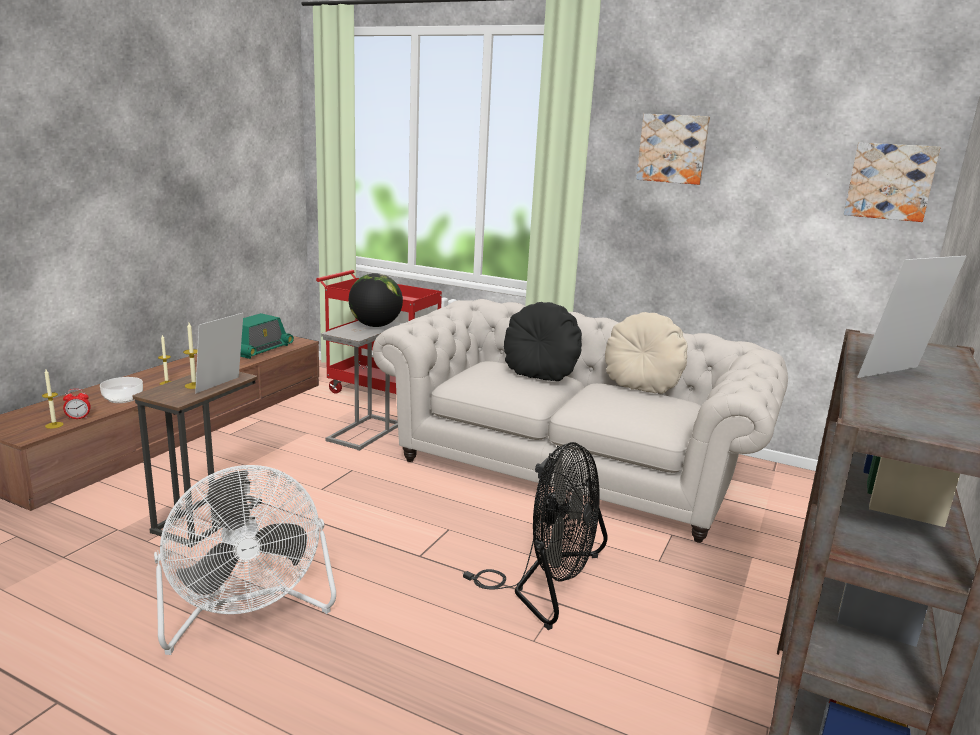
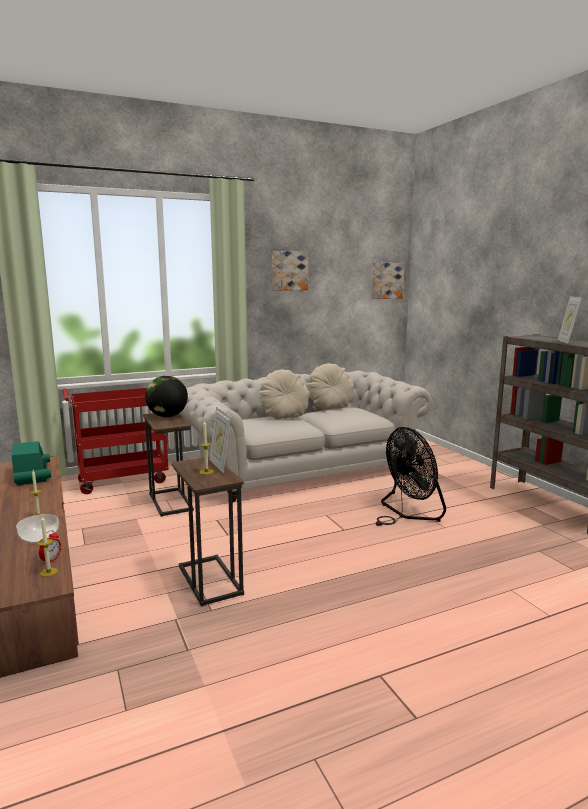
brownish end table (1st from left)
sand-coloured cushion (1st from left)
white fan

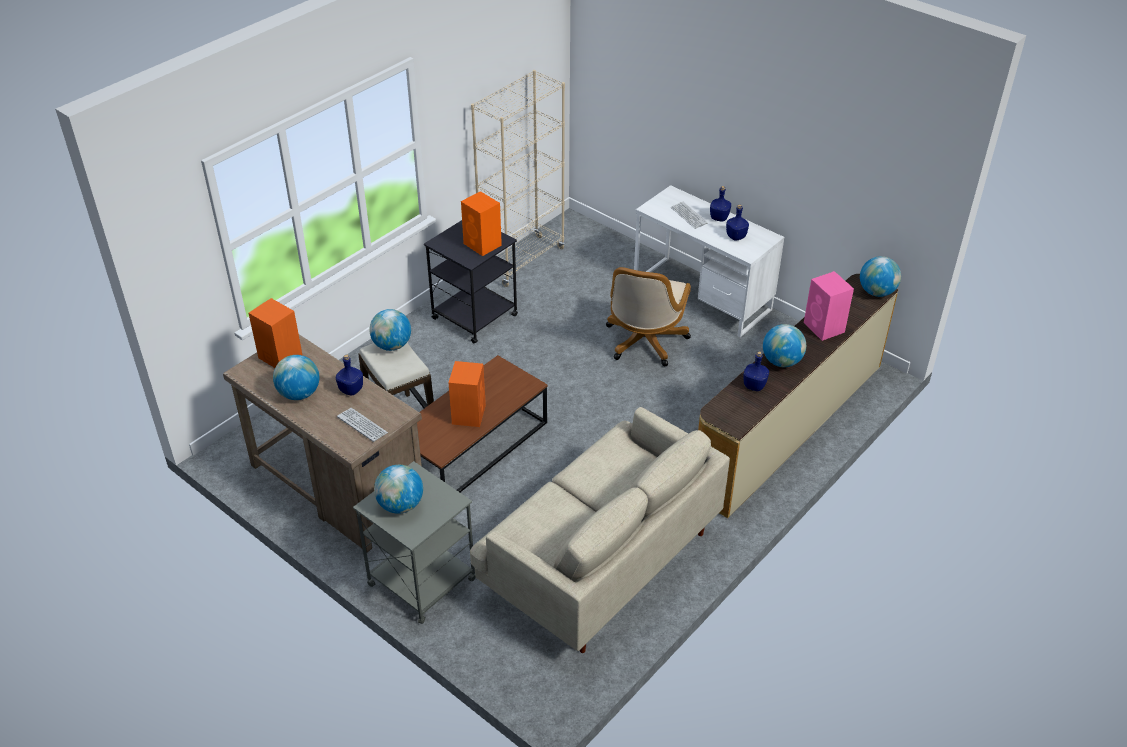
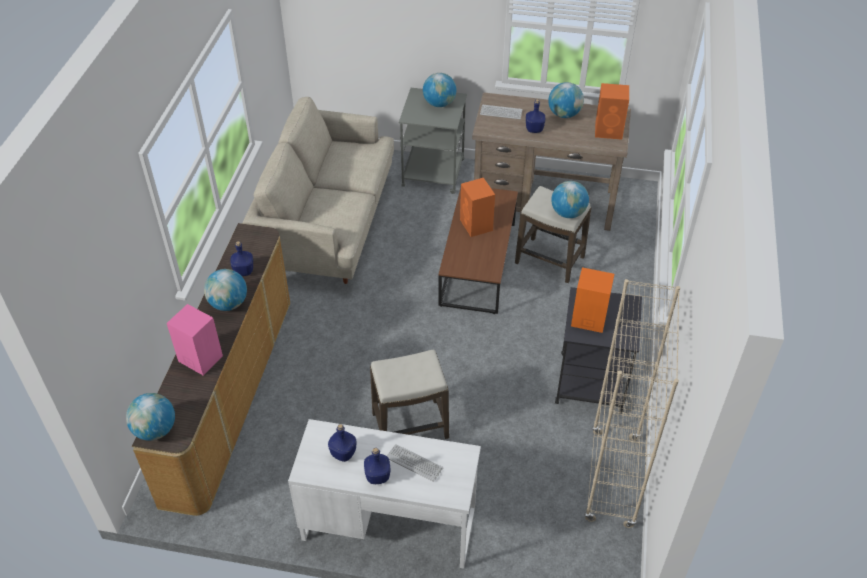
sitting stool (1st from left)

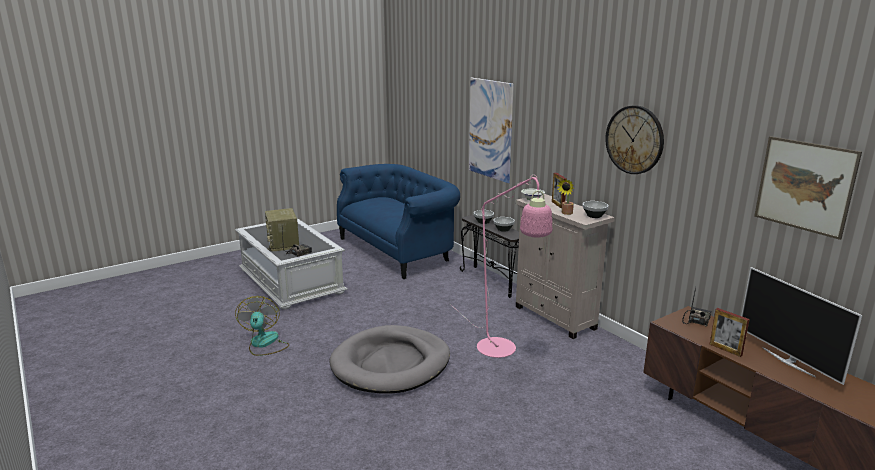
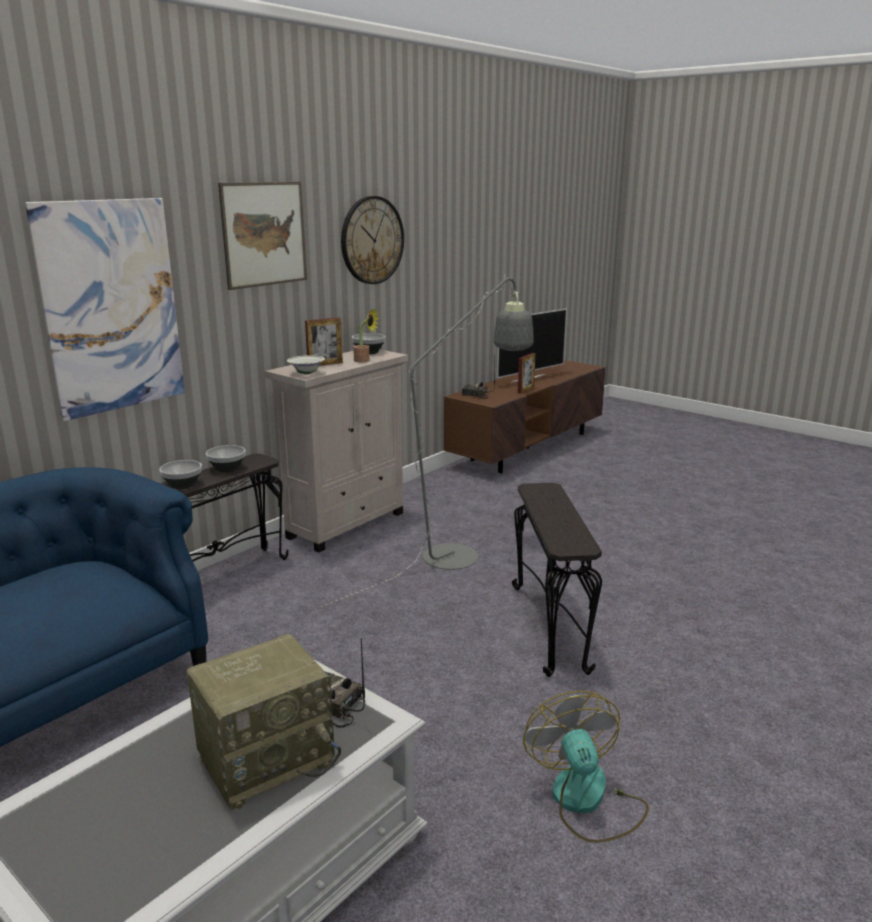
wall art (2nd from left)
grey standing lamp
black-coloured end table (2nd from left)
fan

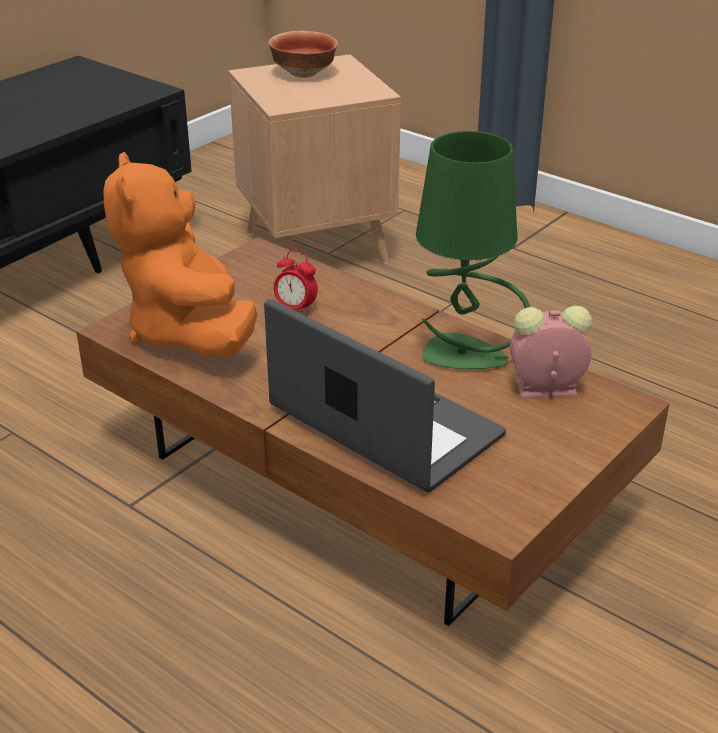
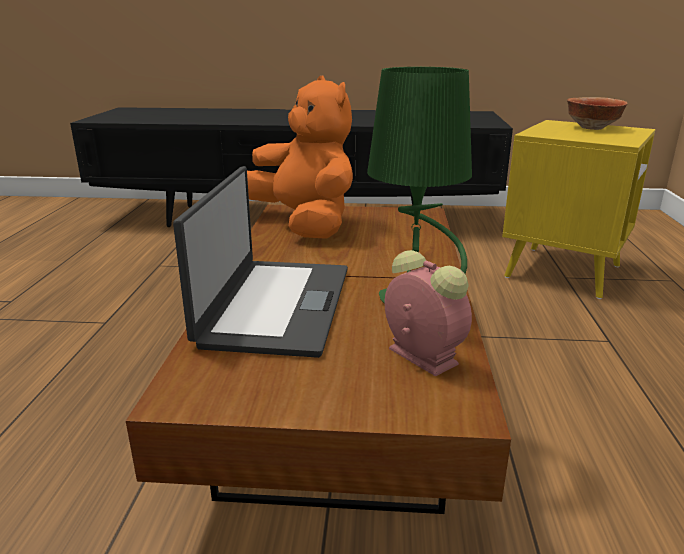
orange-coloured cuddly toy
yellow-coloured end table
table clock (1st from left in the first image)

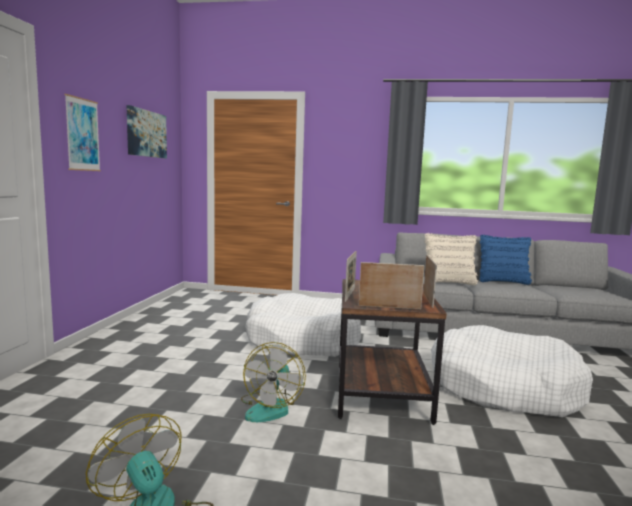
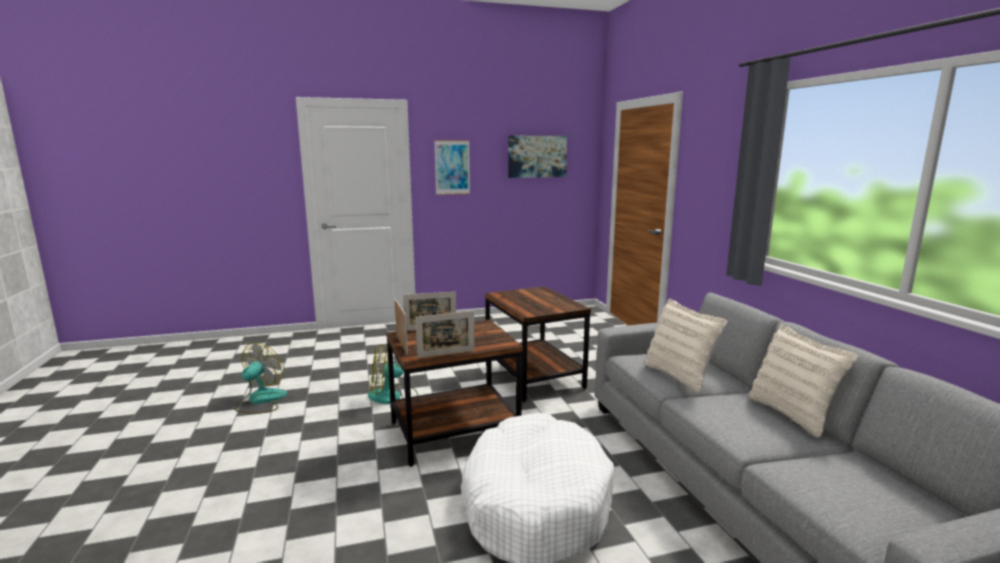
brownish end table (2nd from left)
sand-coloured cushion (2nd from left)

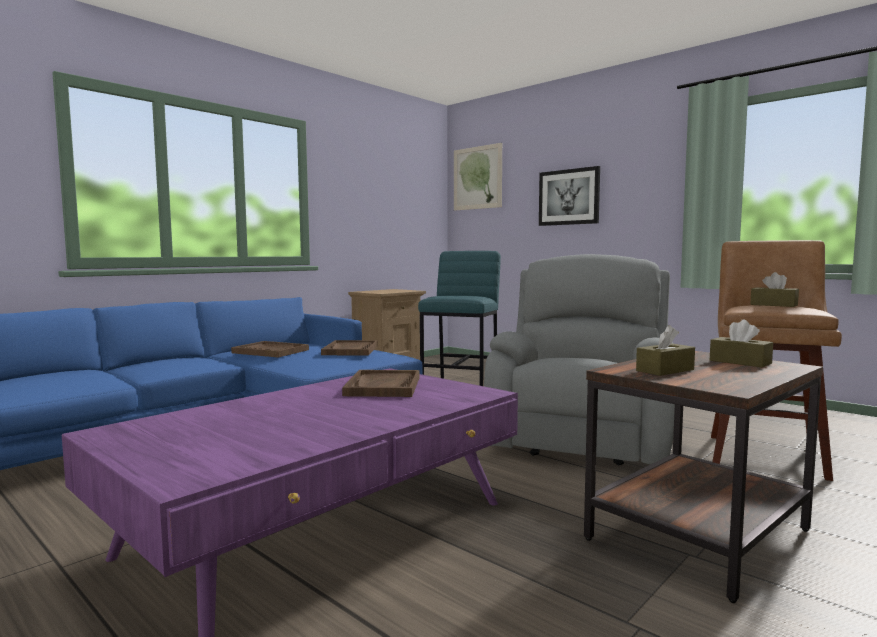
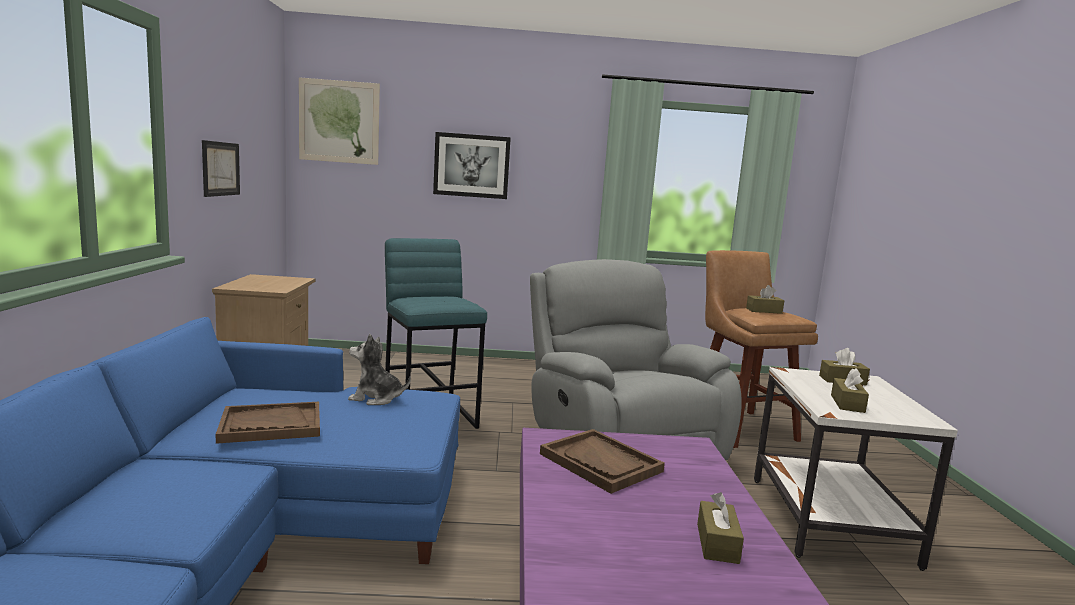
wall art (1st from left)
cuddly toy
brownish tissue holder (1st from left)
white end table

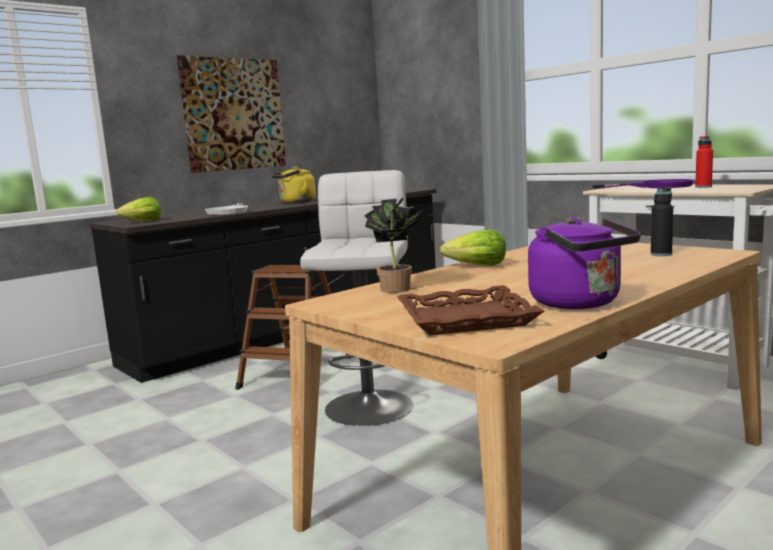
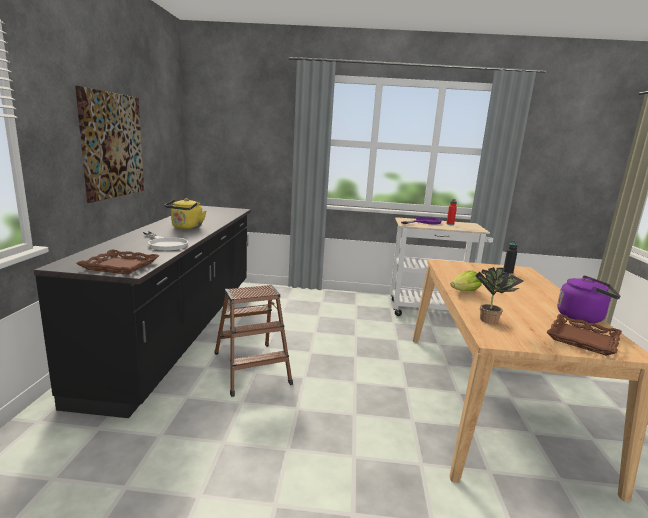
brownish serving tray (1st from left)
white sitting stool

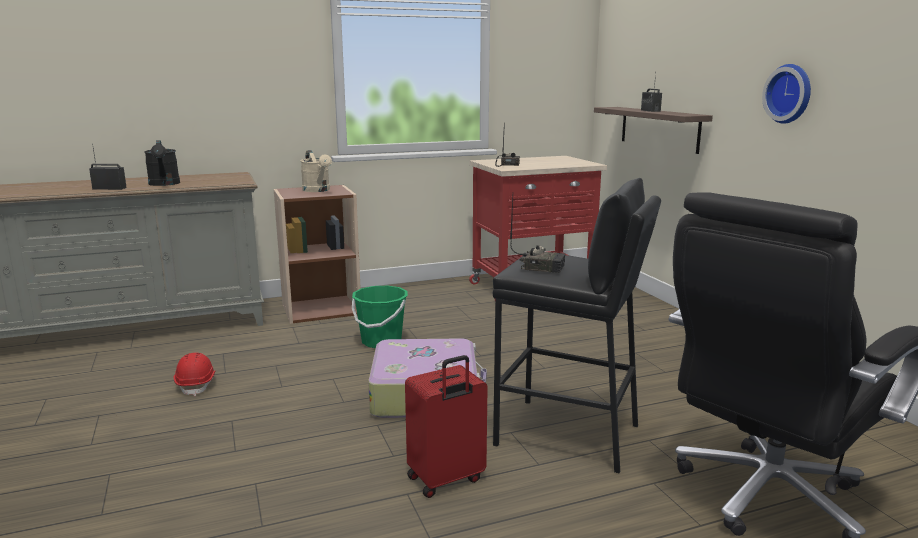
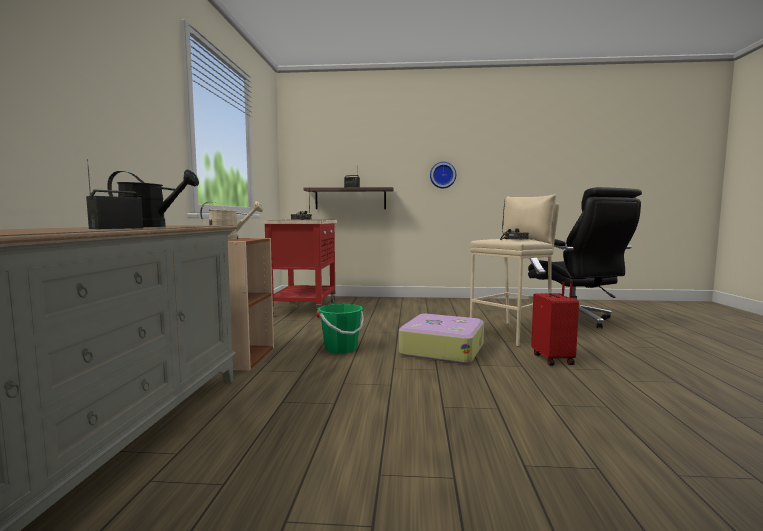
sand-coloured sitting stool
red-coloured safety helmet

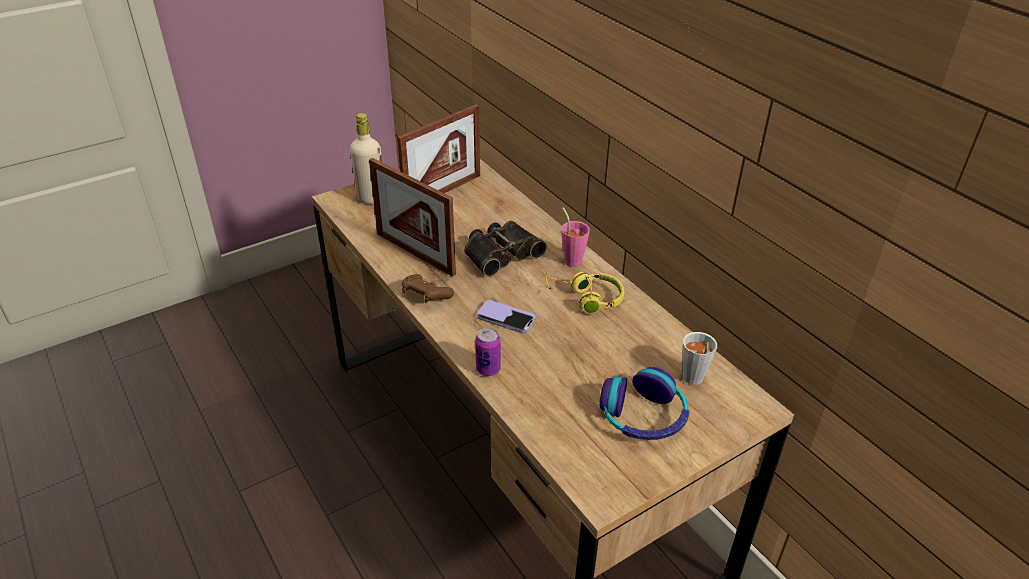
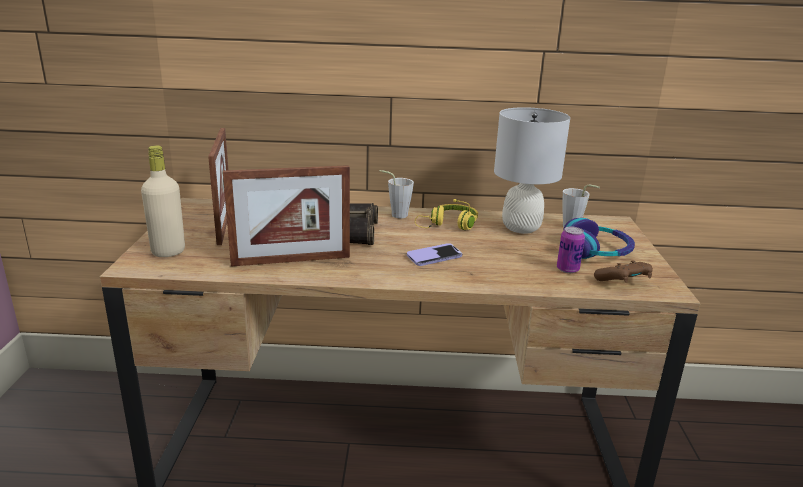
grey cup (1st from left)
grey table lamp
can
brownish game controller

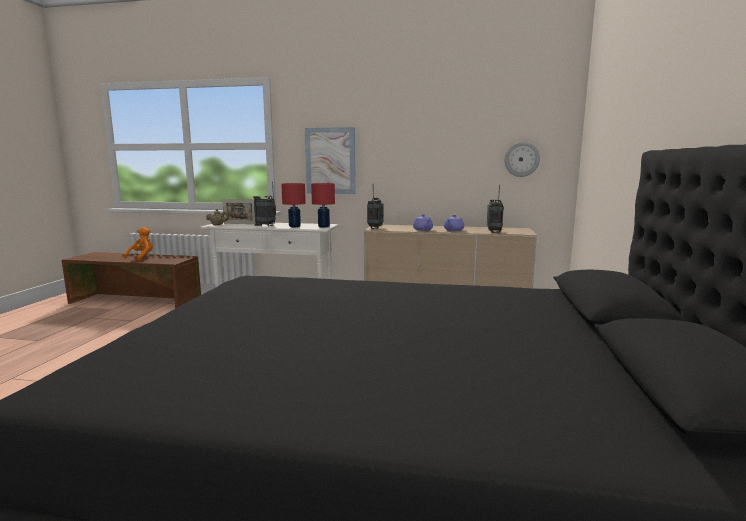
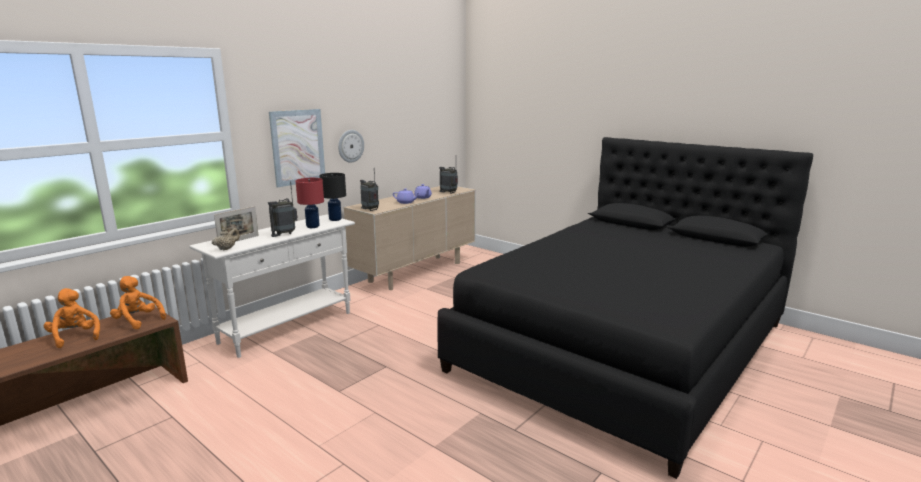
orange-coloured cuddly toy (2nd from left)
black-coloured table lamp
clock on the wall

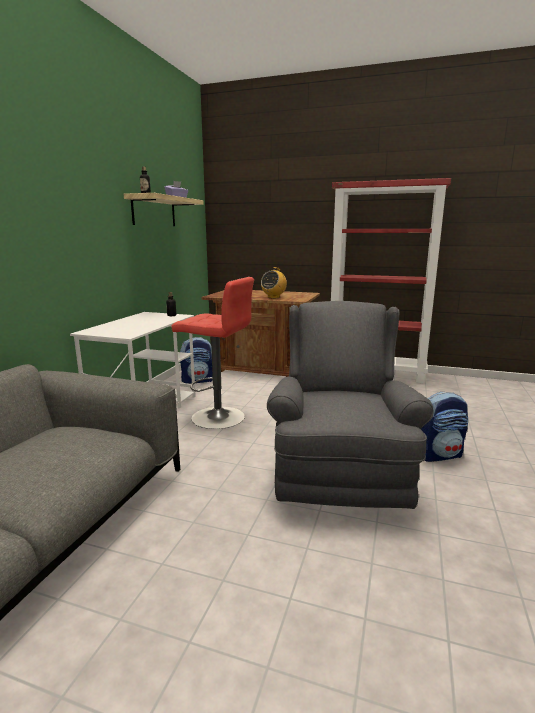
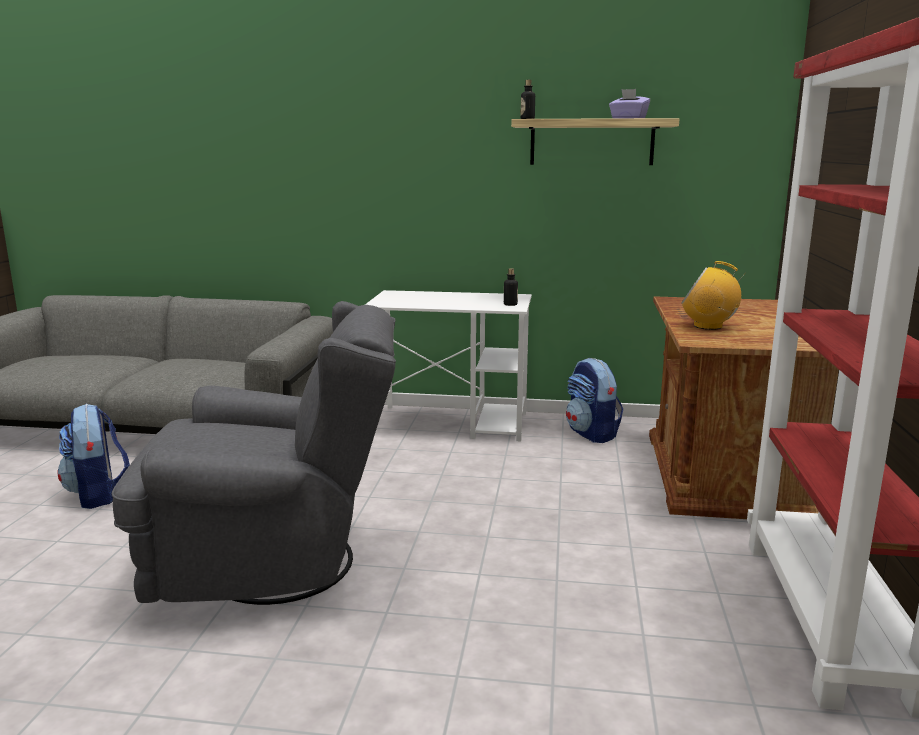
backpack (1st from left)
red-coloured sitting stool

